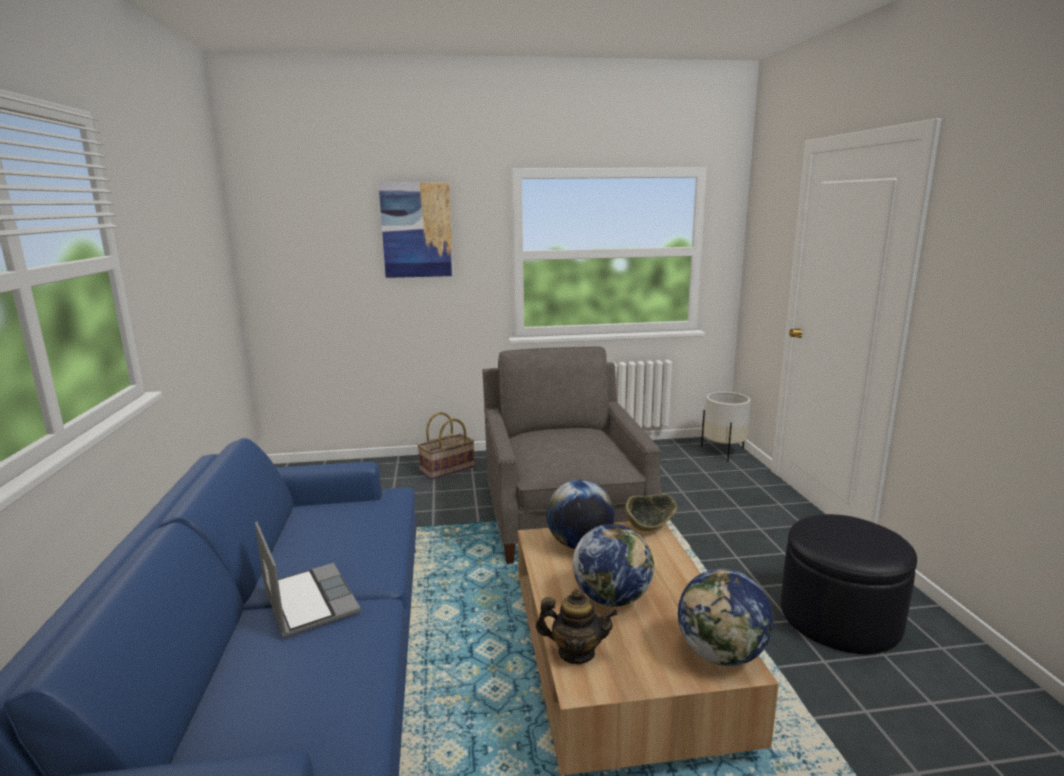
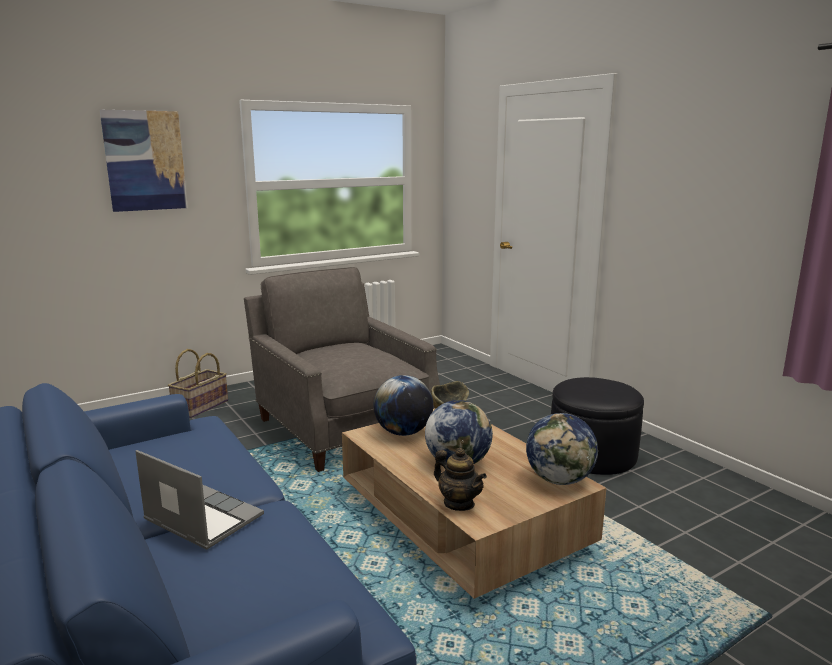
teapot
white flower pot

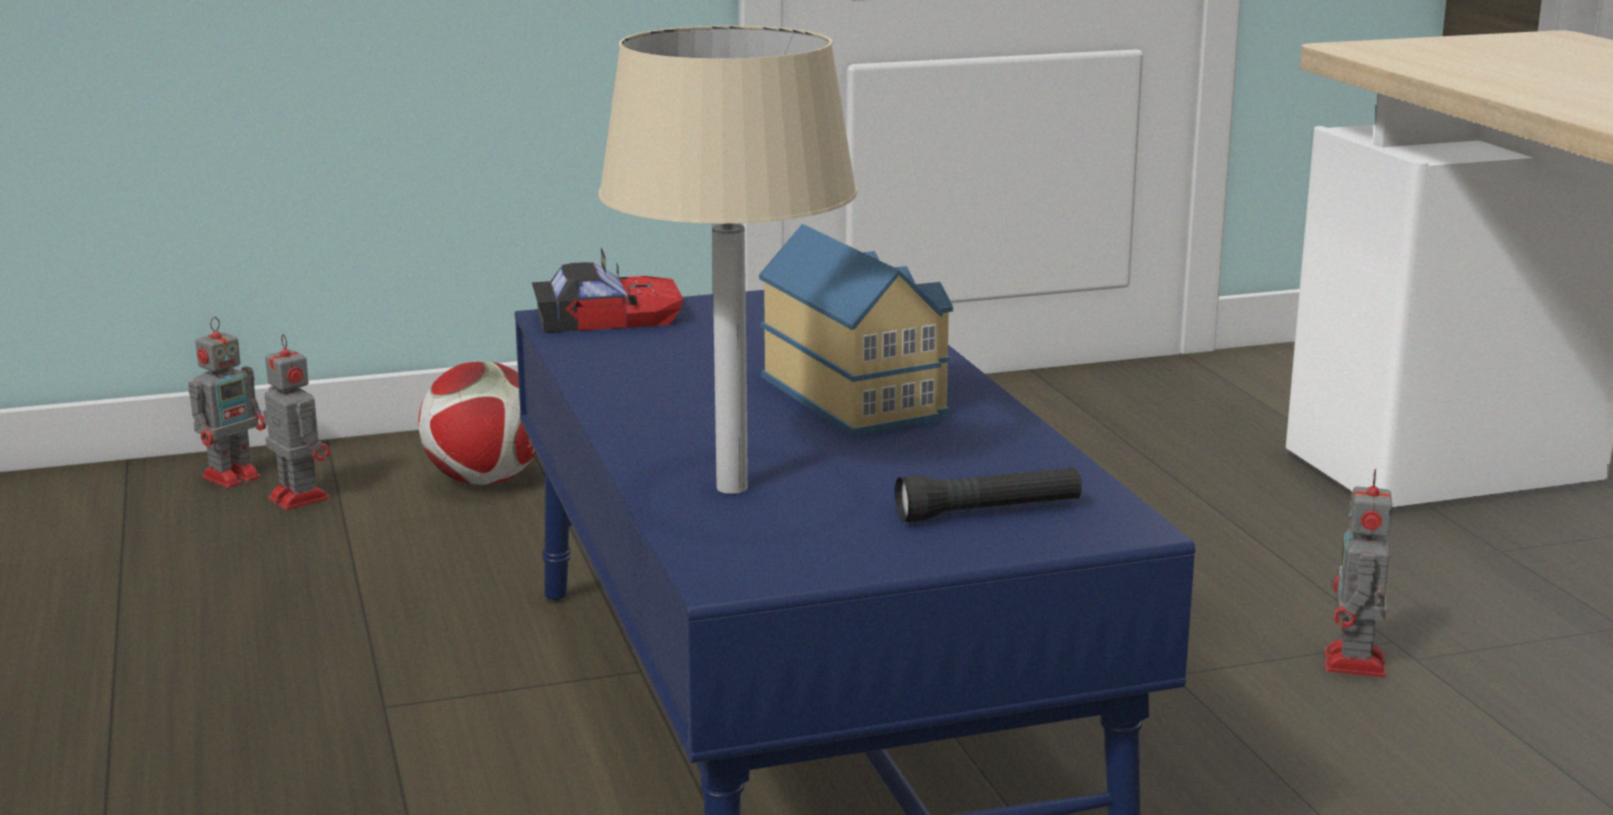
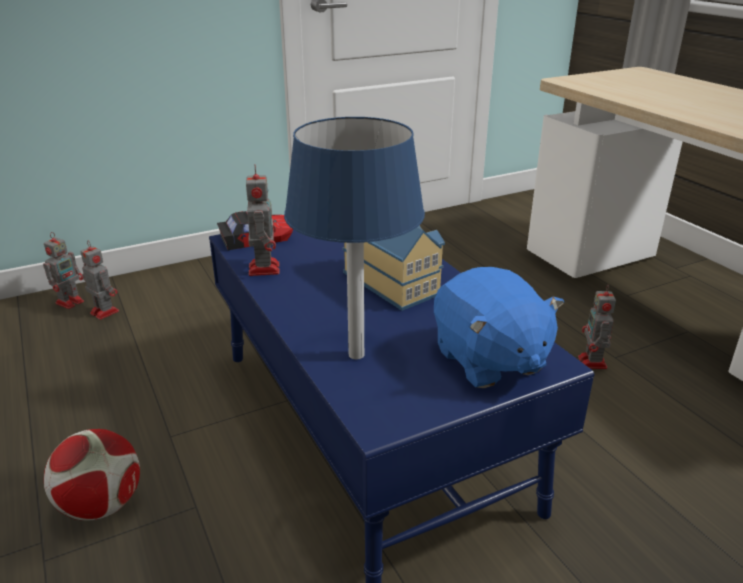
football ball
toy robot (3rd from left)
blue-coloured table lamp
blue-coloured cuddly toy

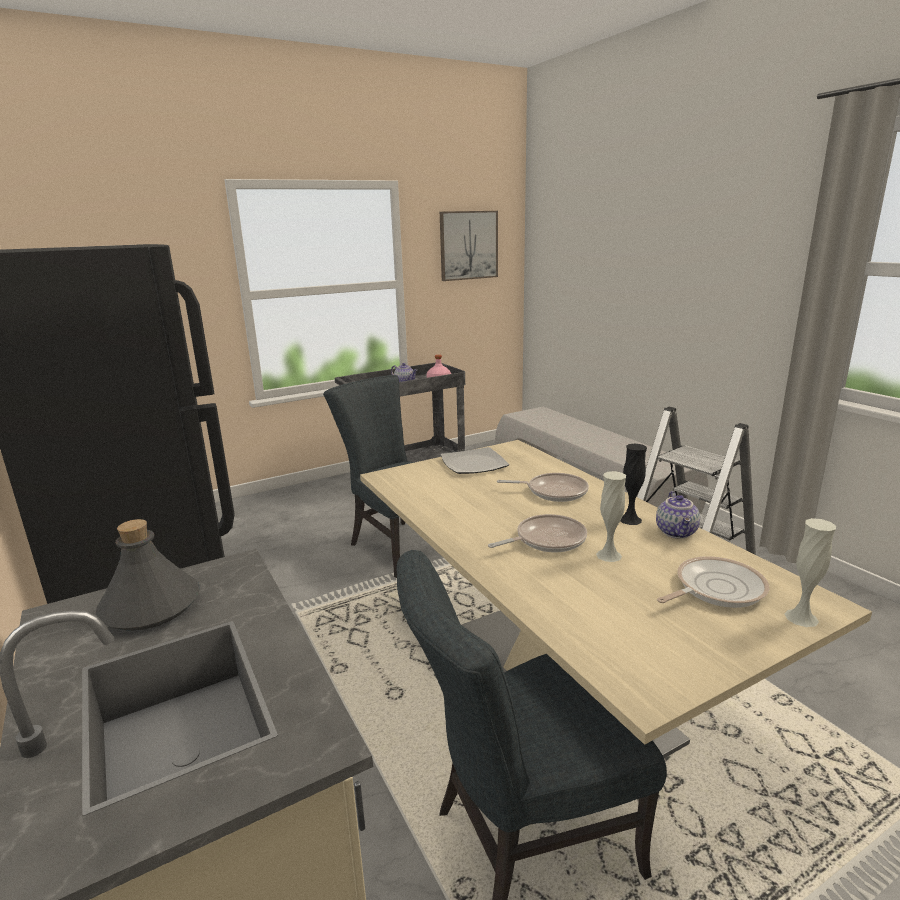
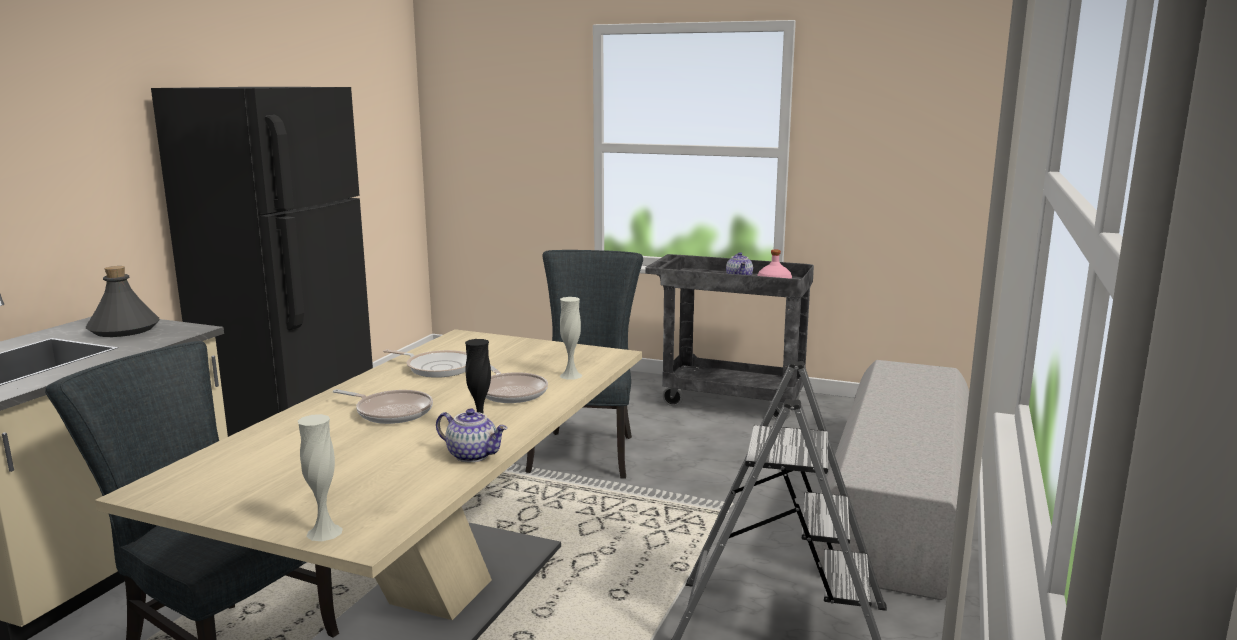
skillet (2nd from left)
teapot (1st from left)
white flower vase (2nd from left)
wall art
plate

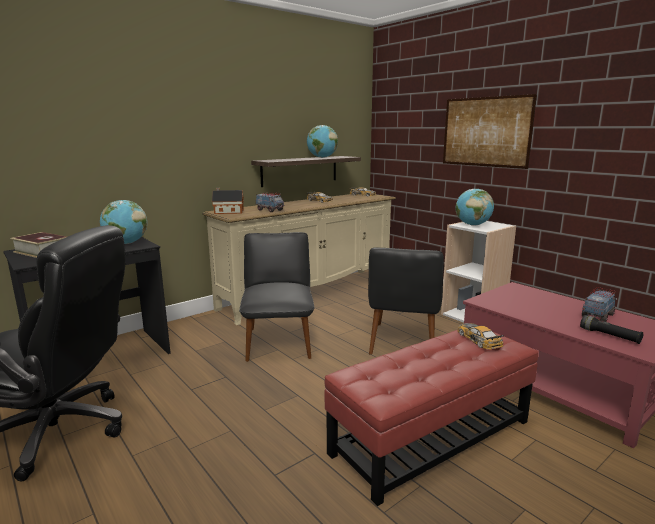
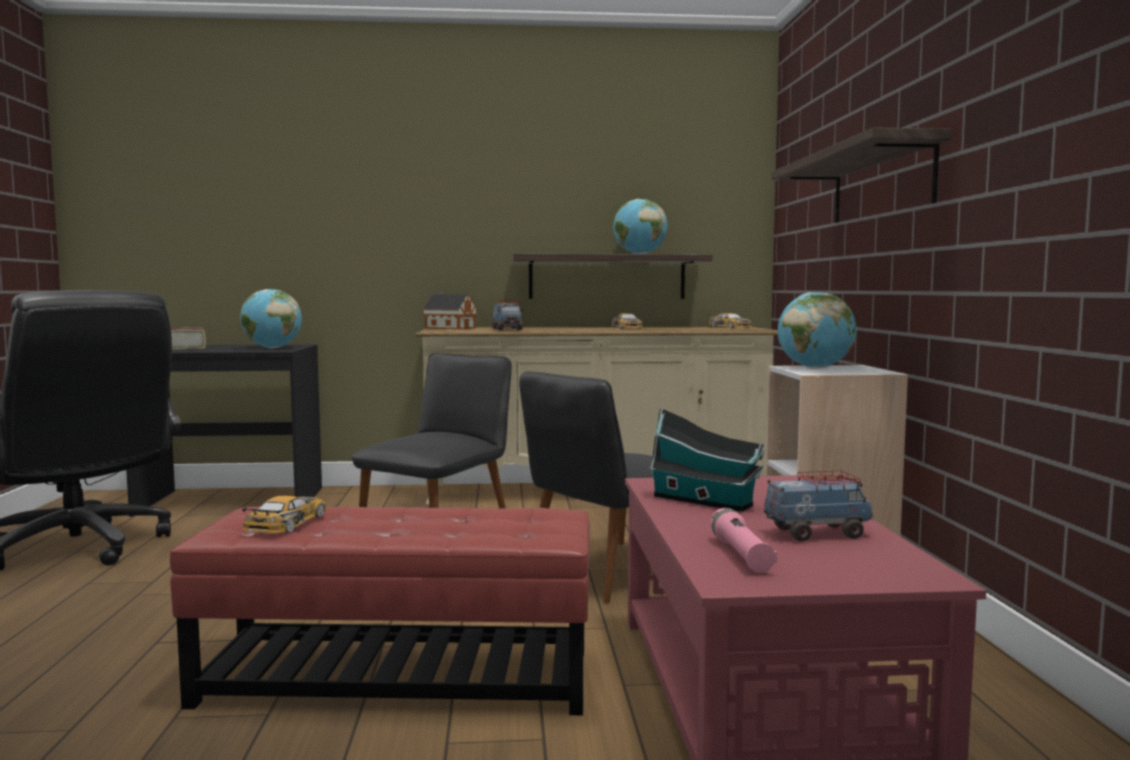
toy car (1st from left)
toy house (2nd from left)
pink flashlight
bracket shelf (2nd from left)

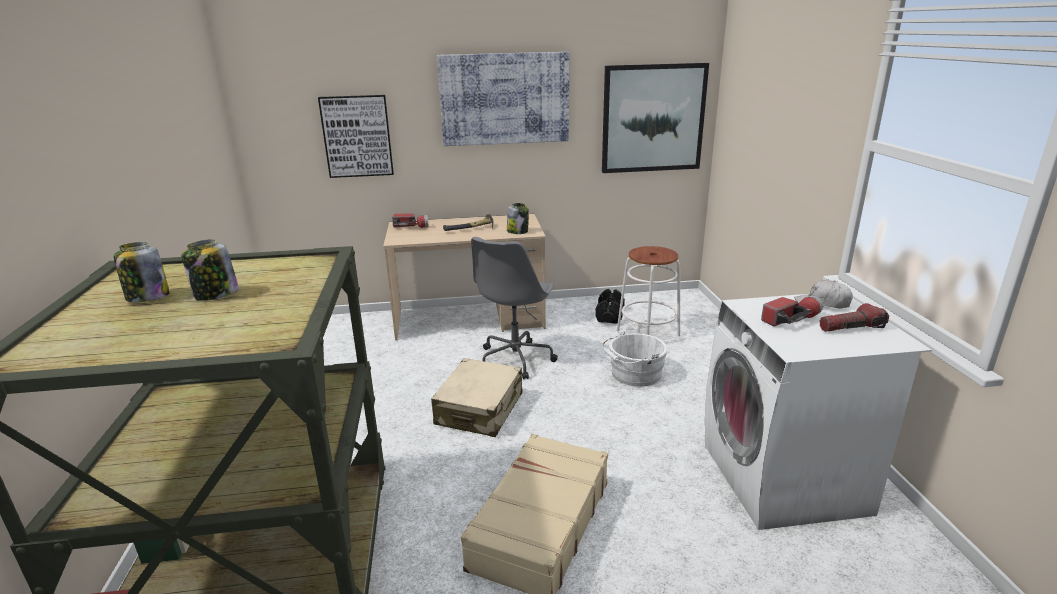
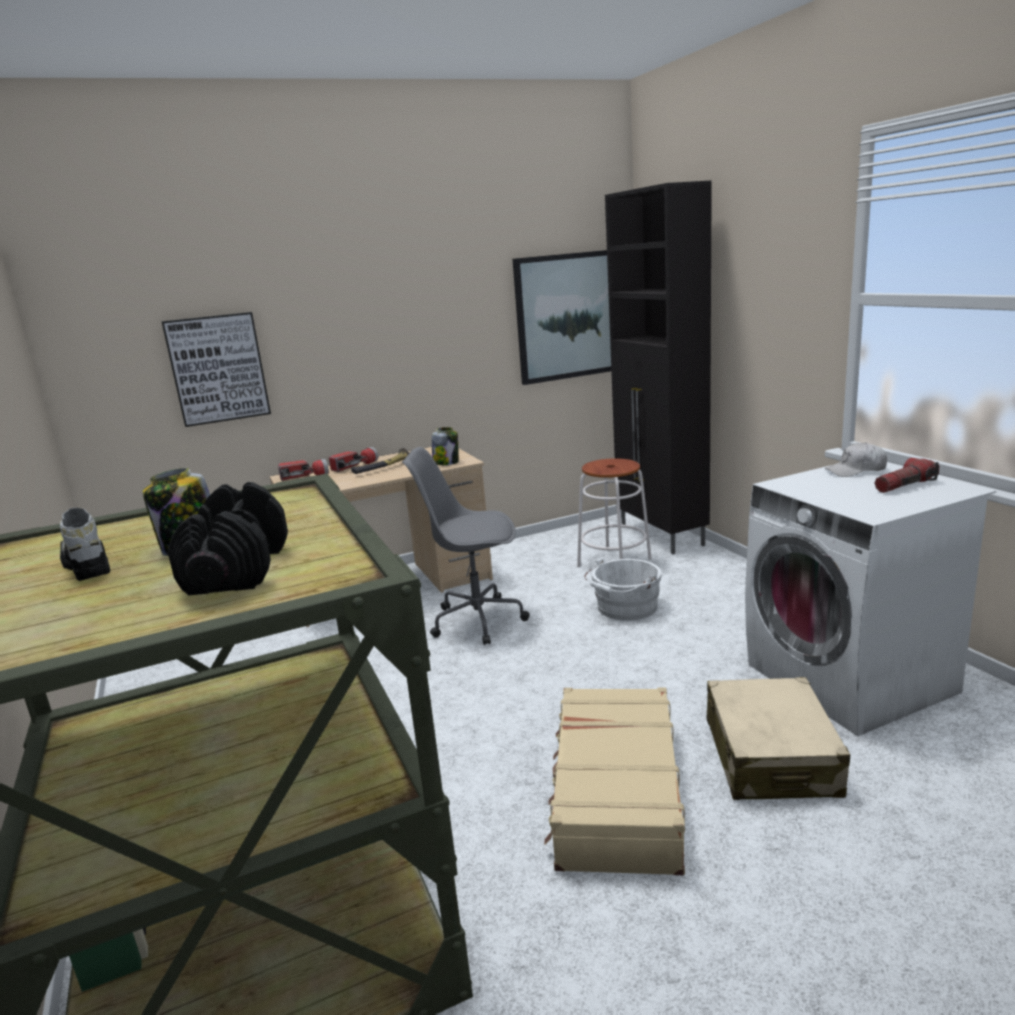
low shoe
black-coloured dumbbell
flashlight (2nd from left)
grey desk chair
black-coloured cabinet
sand-coloured piece of luggage (2nd from left)
wall art (2nd from left in the first image)

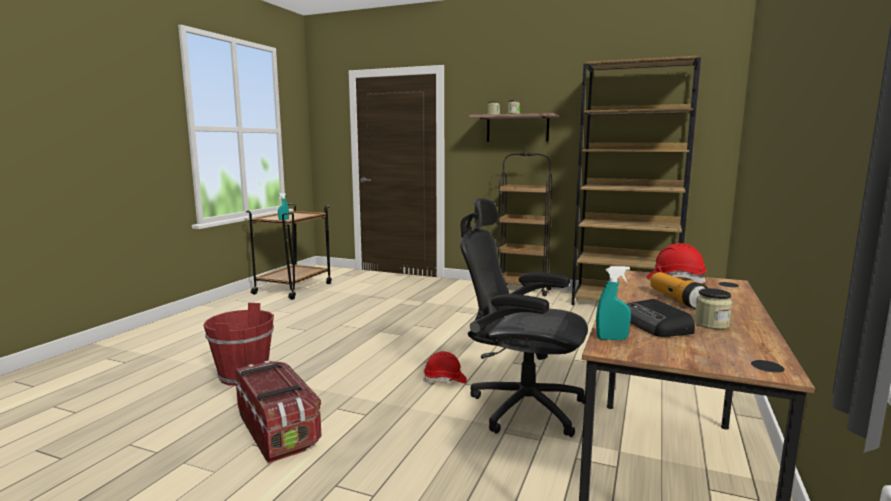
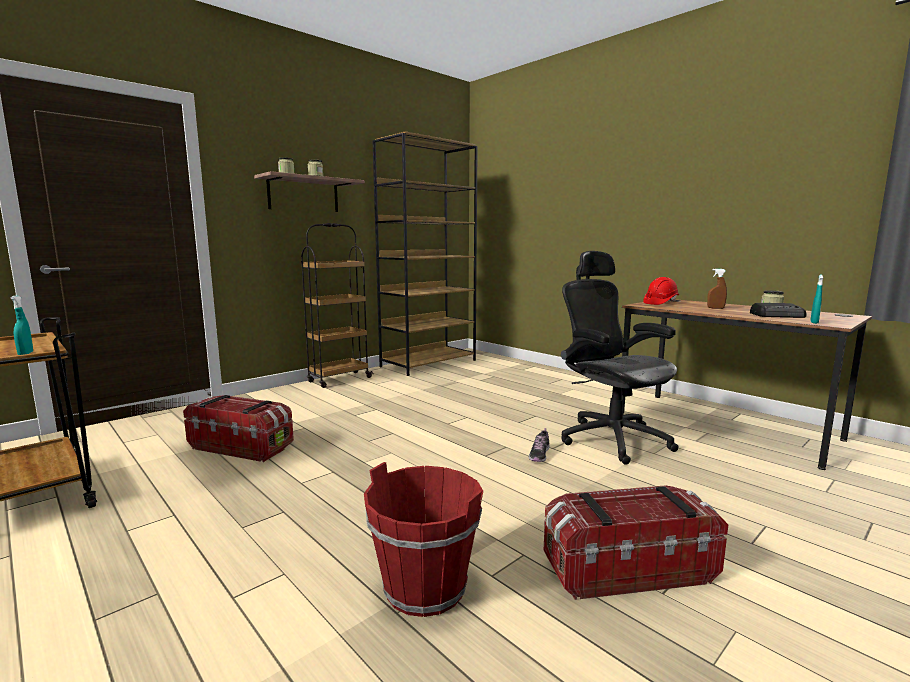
storage box (1st from left)
low shoe
desk chair
brownish hand sprayer

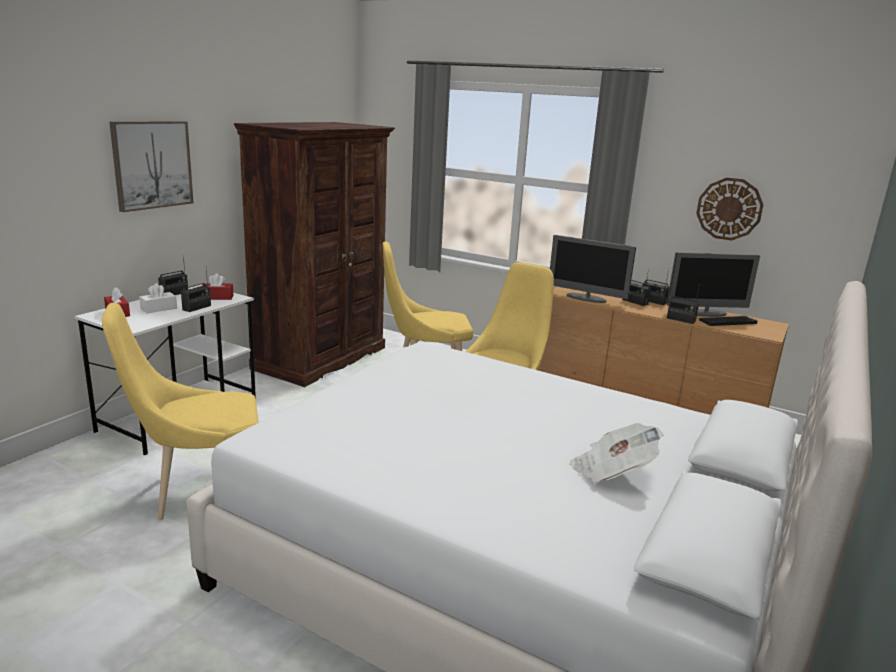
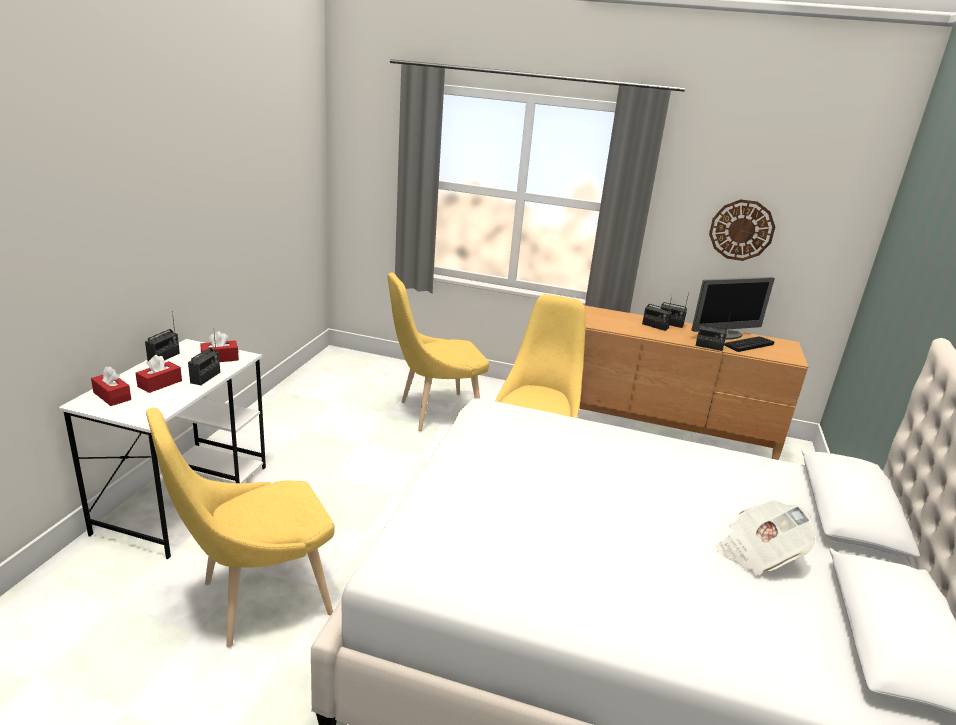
red-coloured tissue holder (2nd from left)
wall art
brownish clothes cupboard
computer screen (1st from left in the first image)

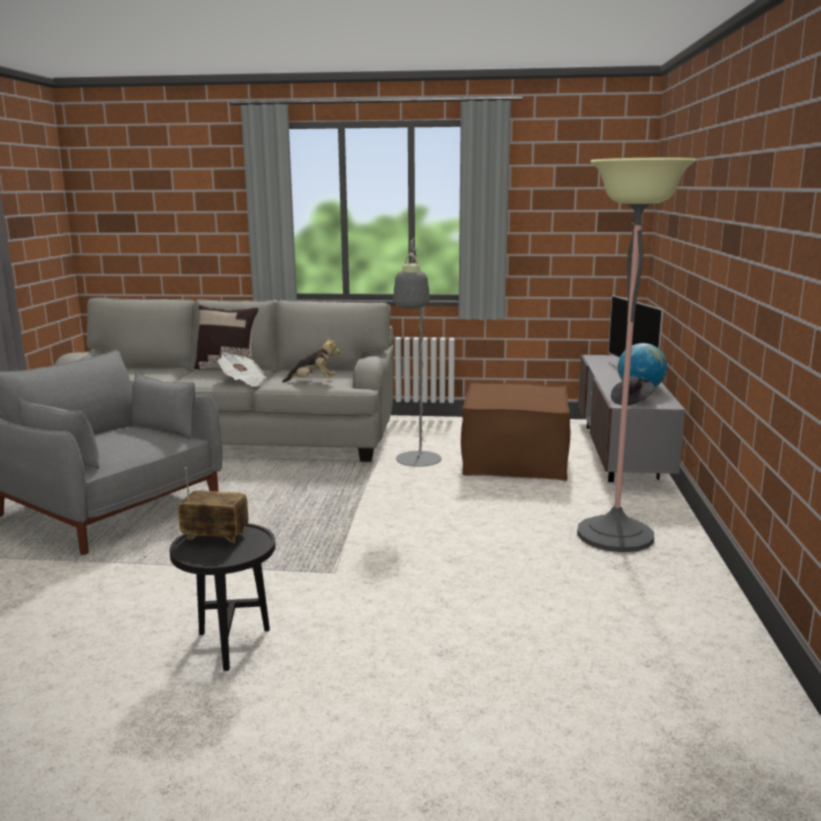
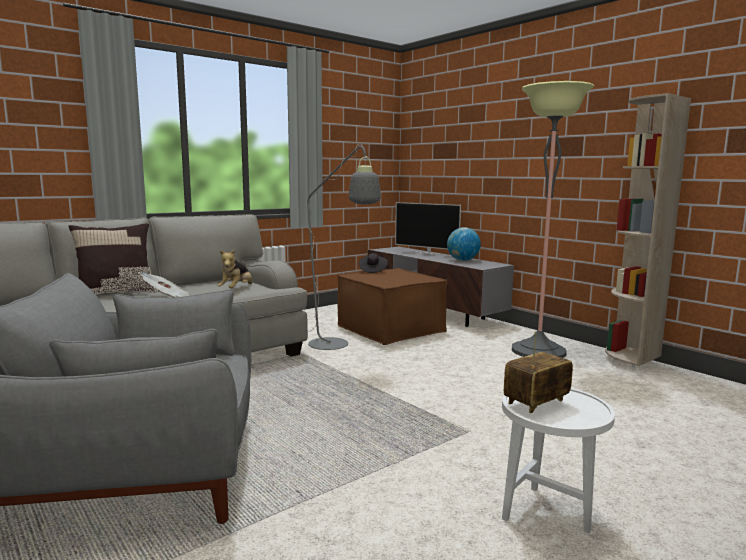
cuddly toy
black-coloured hat
white end table
sand-coloured bookcase

